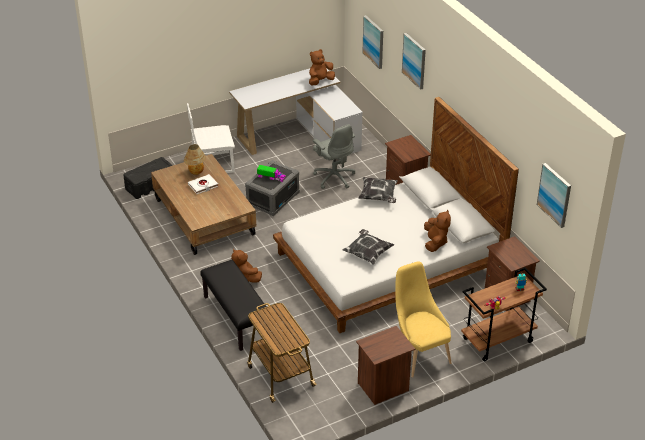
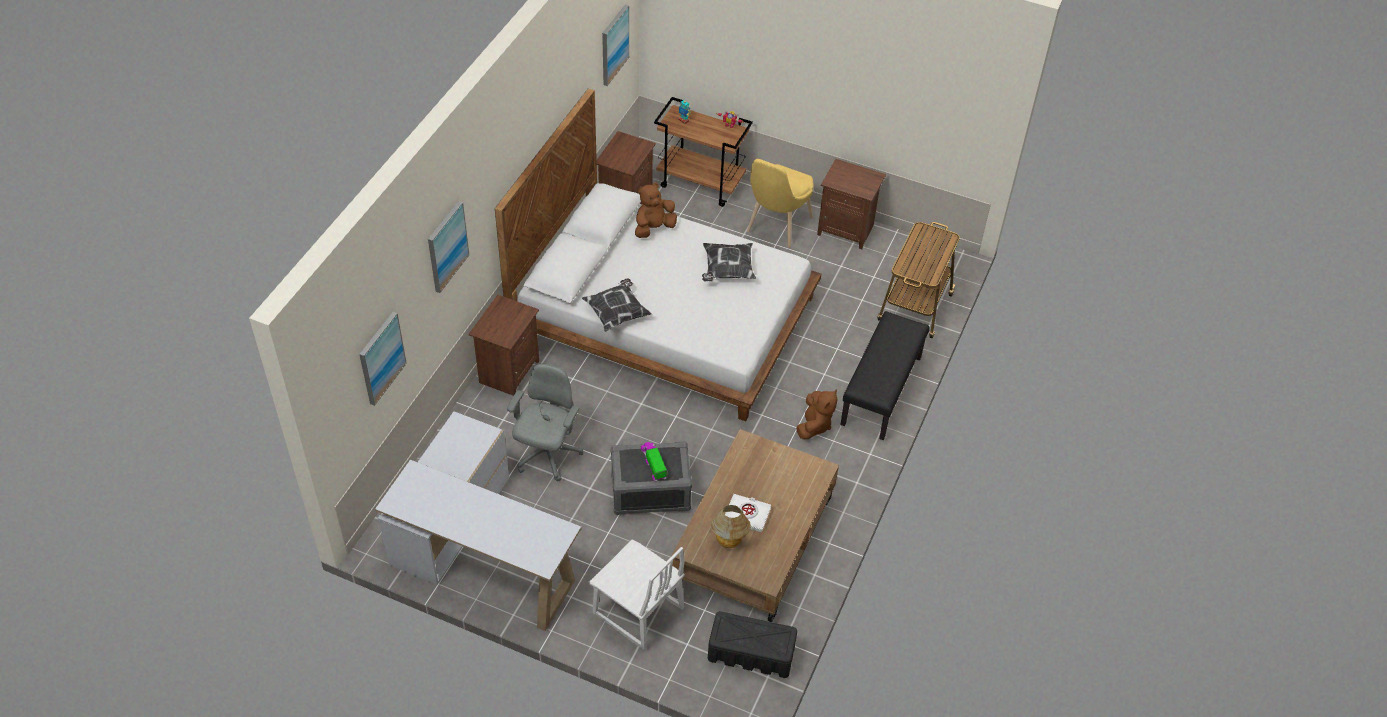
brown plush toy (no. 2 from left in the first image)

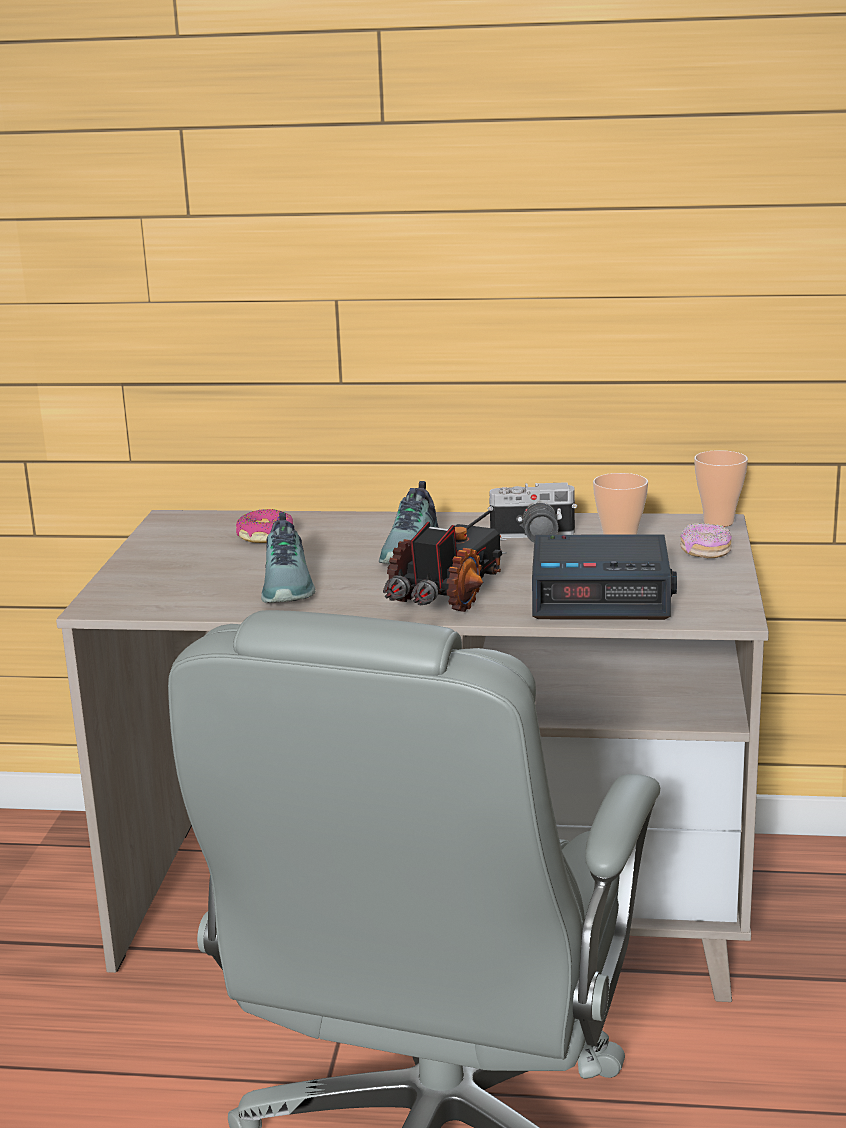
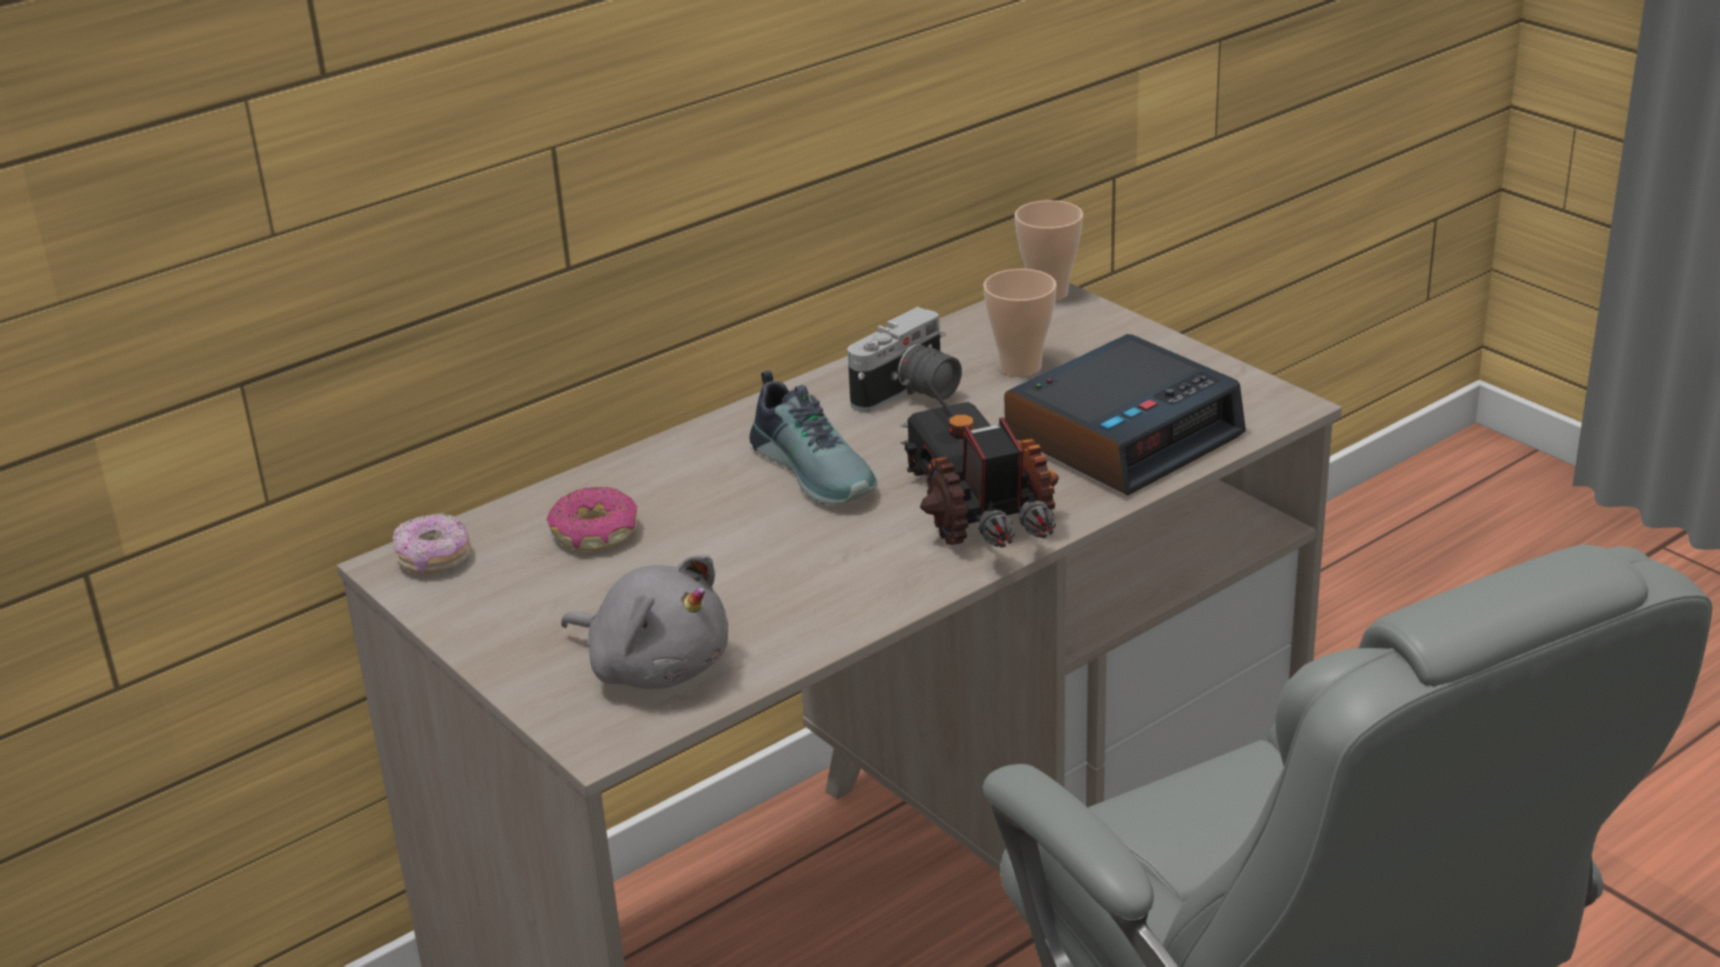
item of footwear (no. 1 from left in the first image); gray plush toy; doughnut (no. 1 from left)

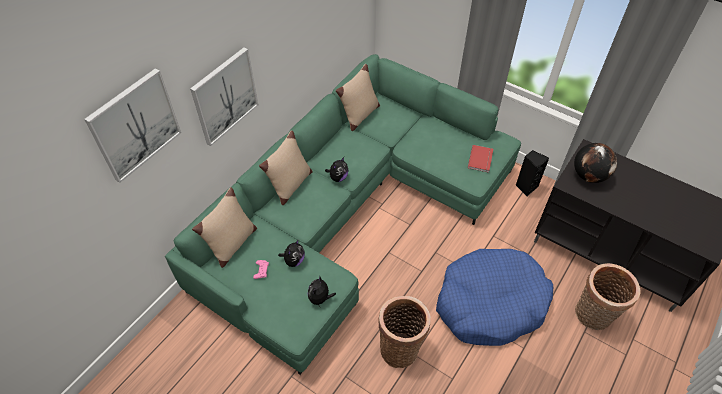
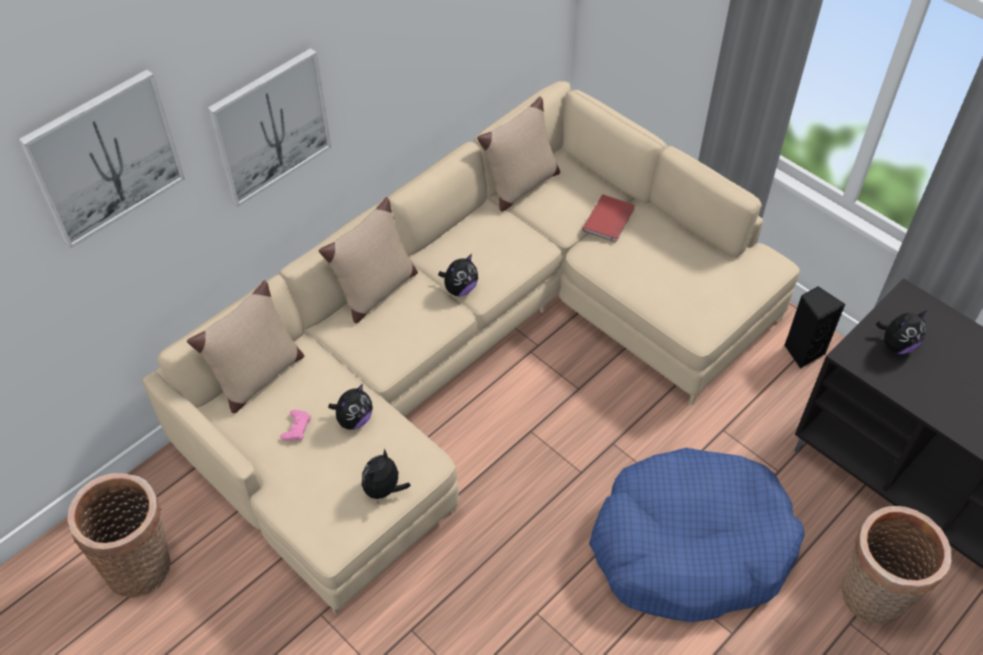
household basket (no. 1 from left); reddish volume; plush toy (no. 4 from left); sand-coloured settee

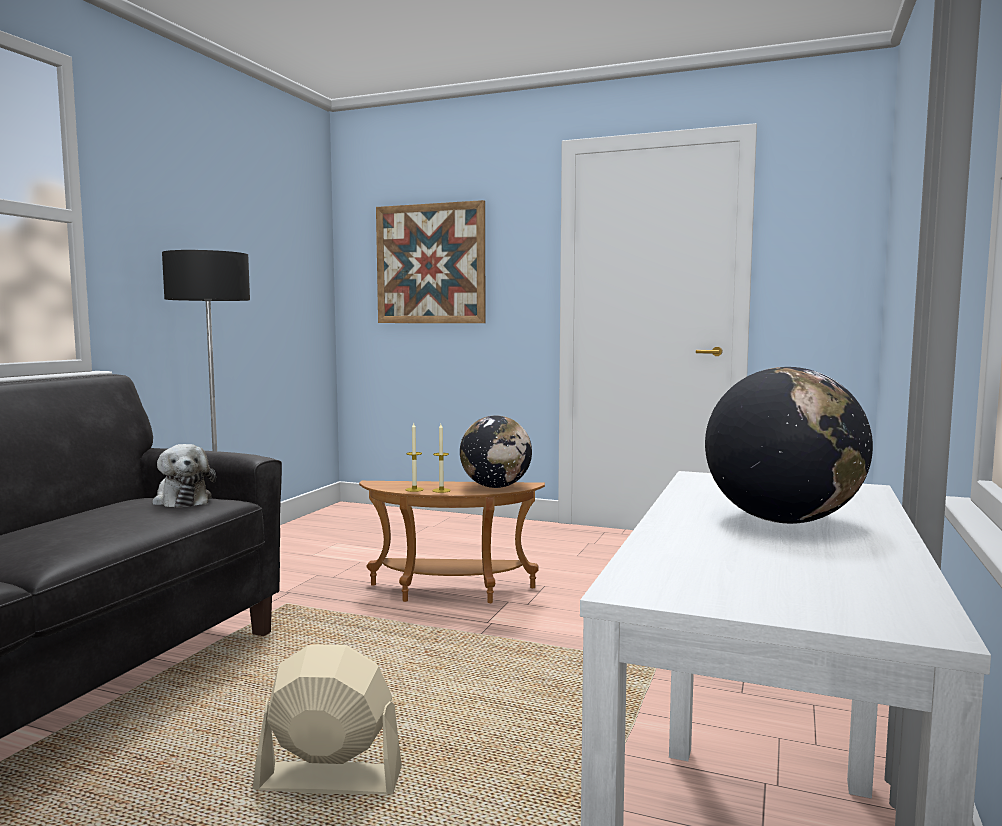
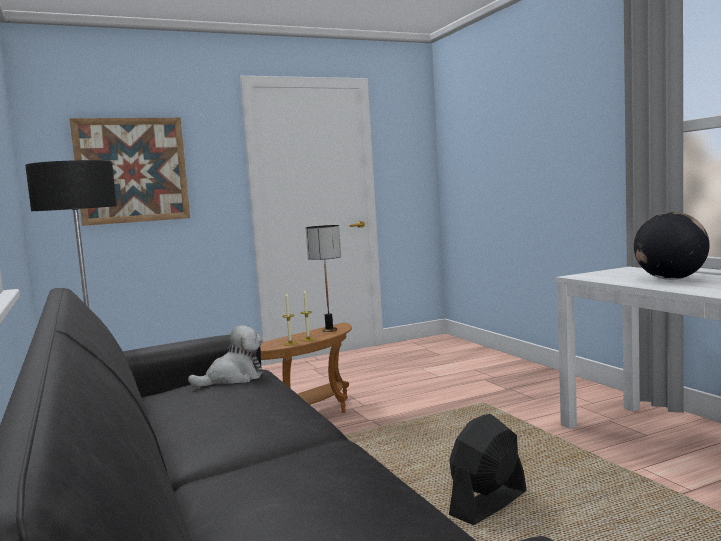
table lamp; black-coloured fan; plush toy

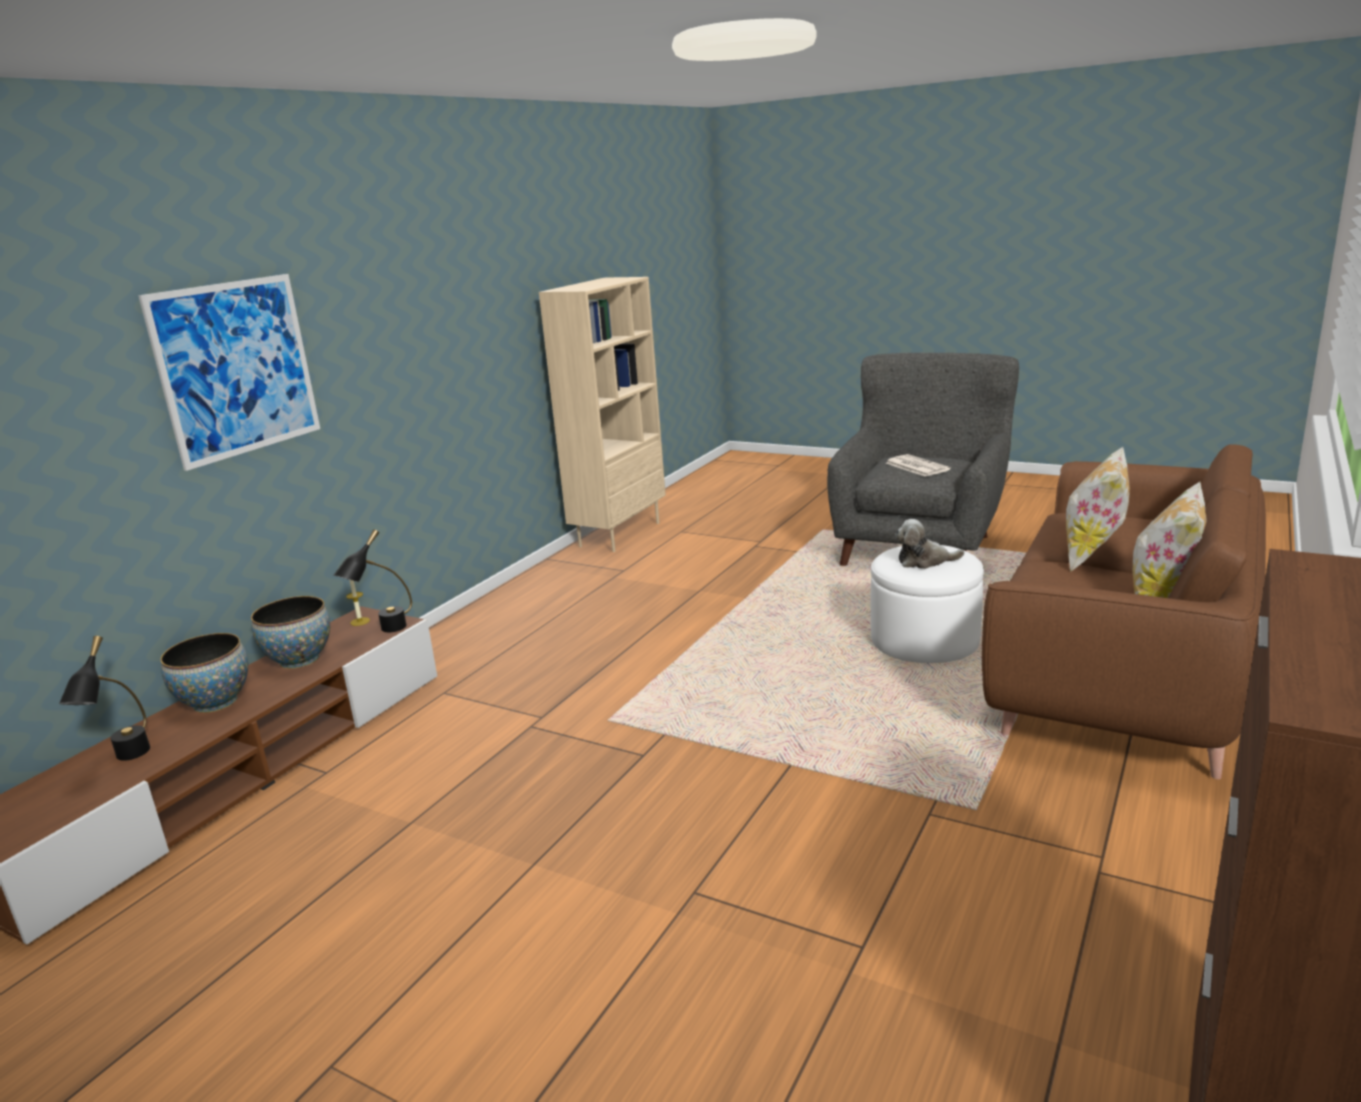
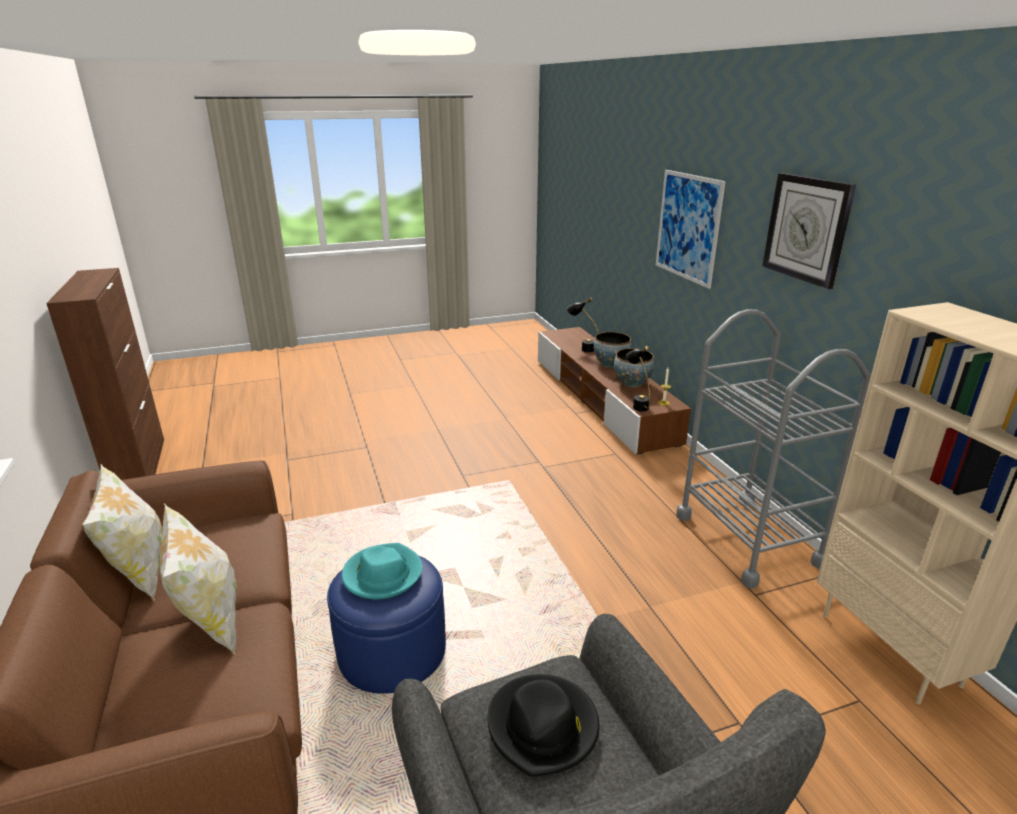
gray cart; hanging clock; black-coloured hat; blue-green hat; blue-coloured pouffe

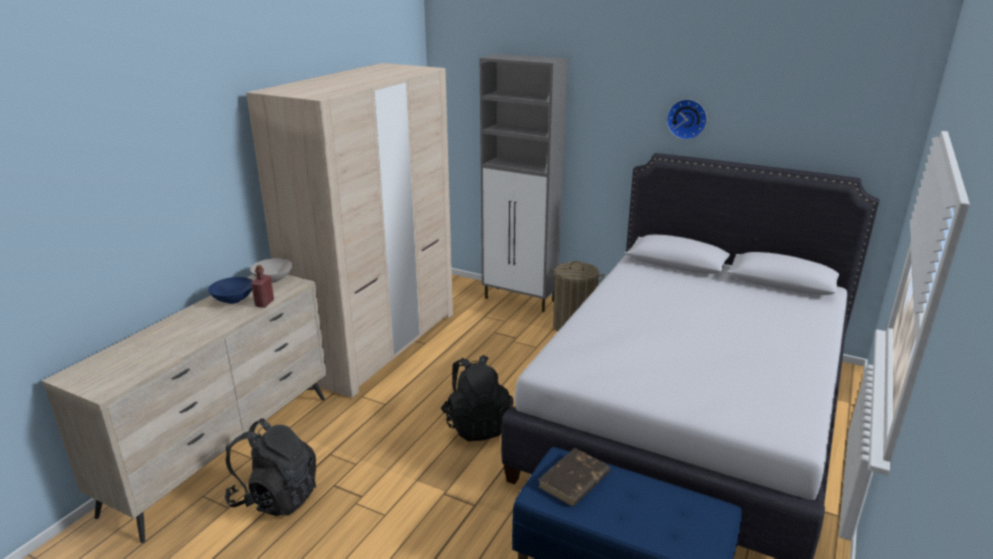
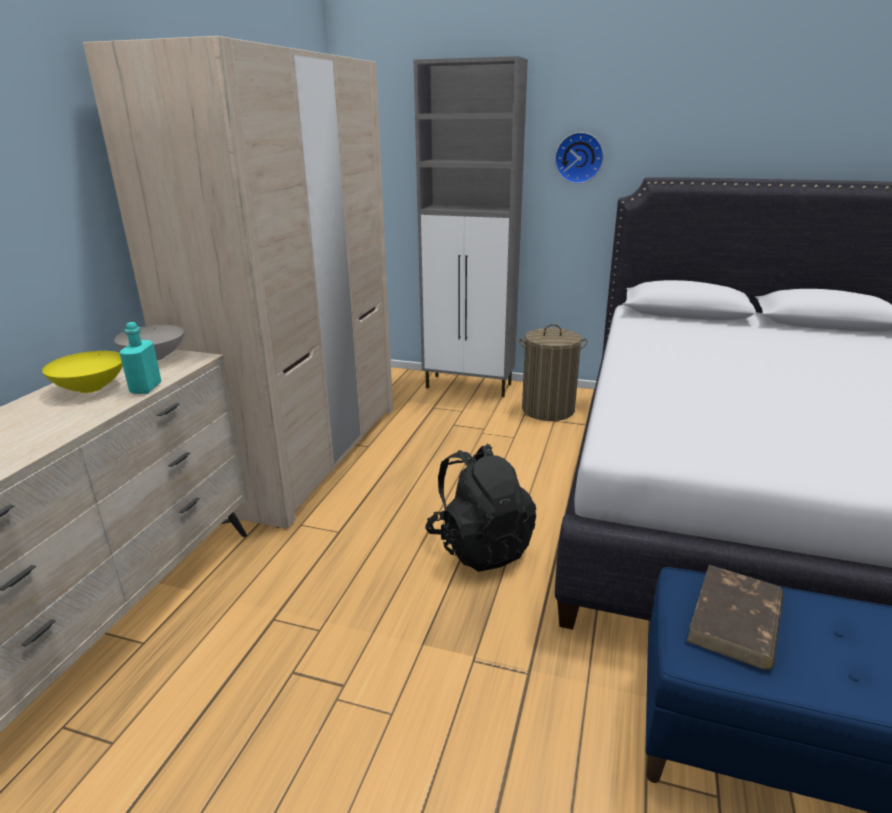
black-coloured backpack (no. 1 from left in the first image); hanging clock; yellowish serving bowl; blue-green beverage bottle

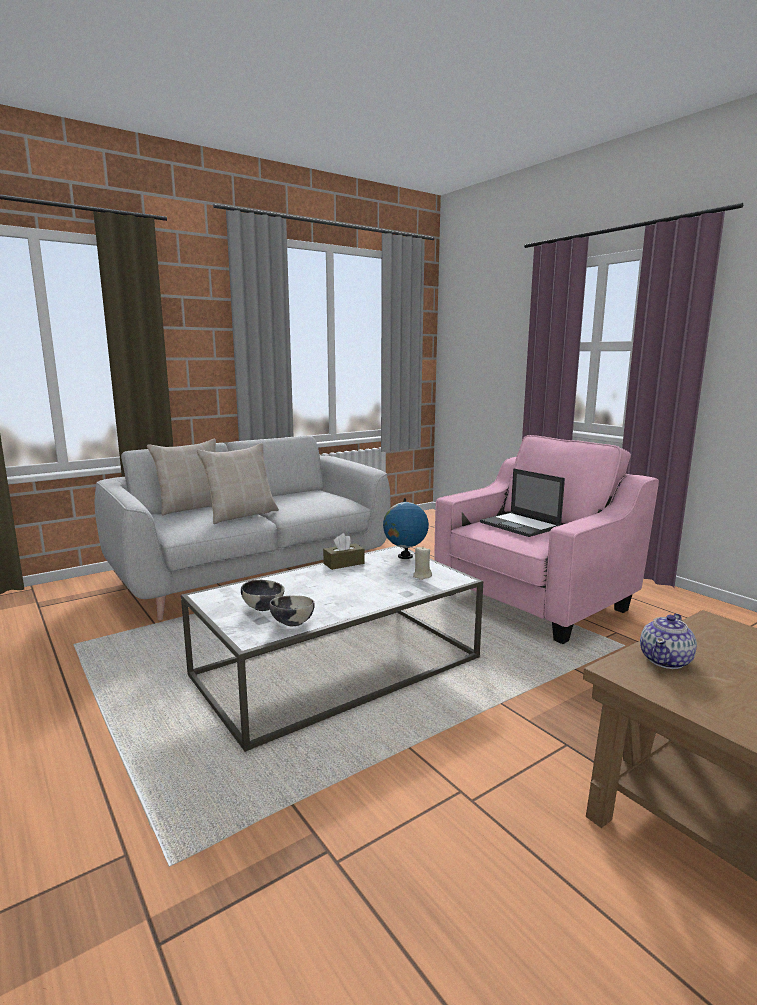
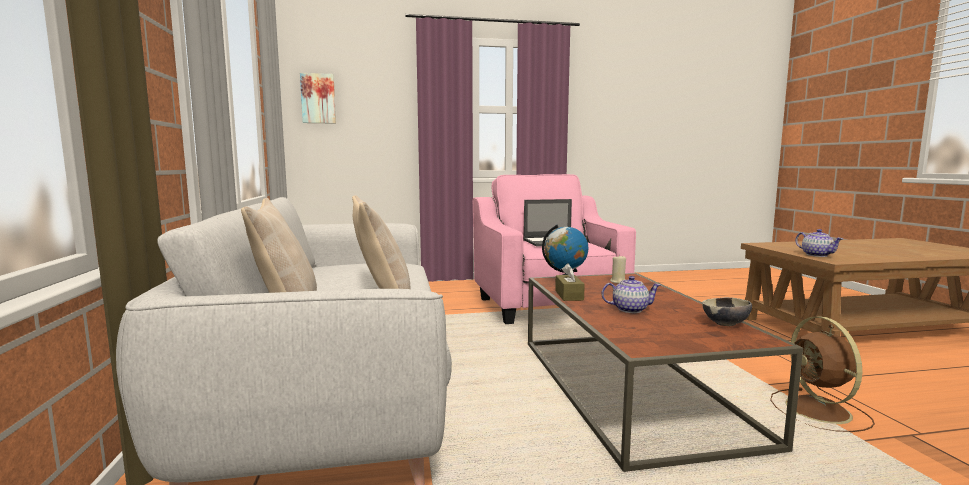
serving bowl (no. 1 from left in the first image); wall picture; tea pot (no. 1 from left); brown fan; brown coffee table (no. 1 from left)

